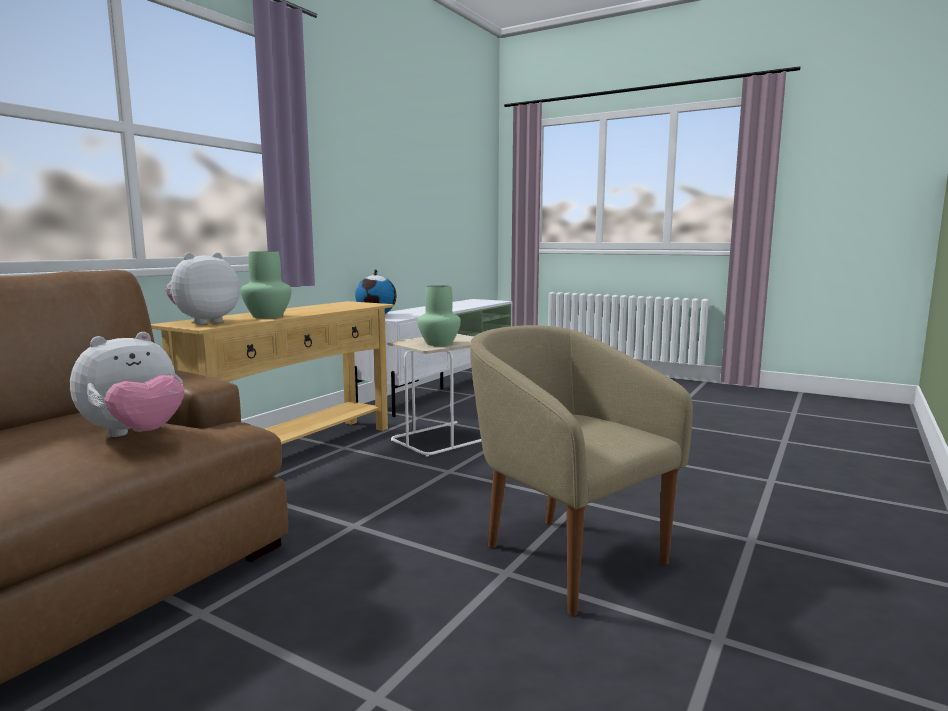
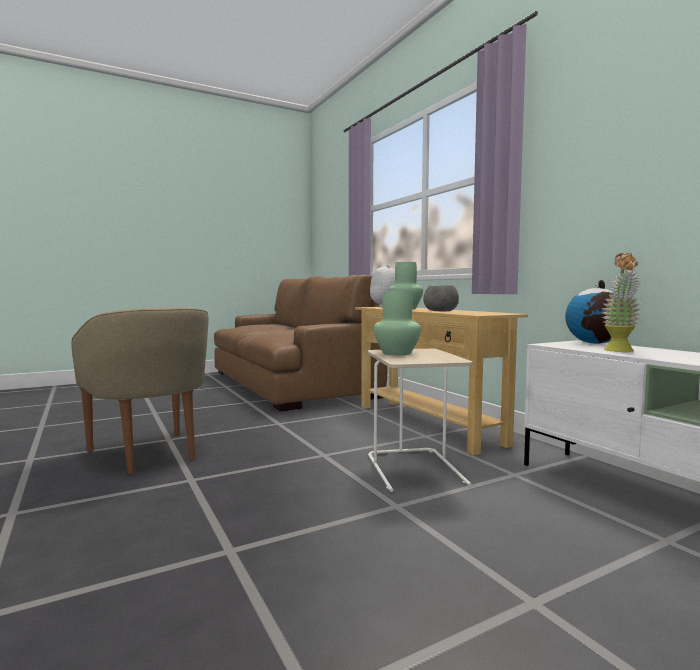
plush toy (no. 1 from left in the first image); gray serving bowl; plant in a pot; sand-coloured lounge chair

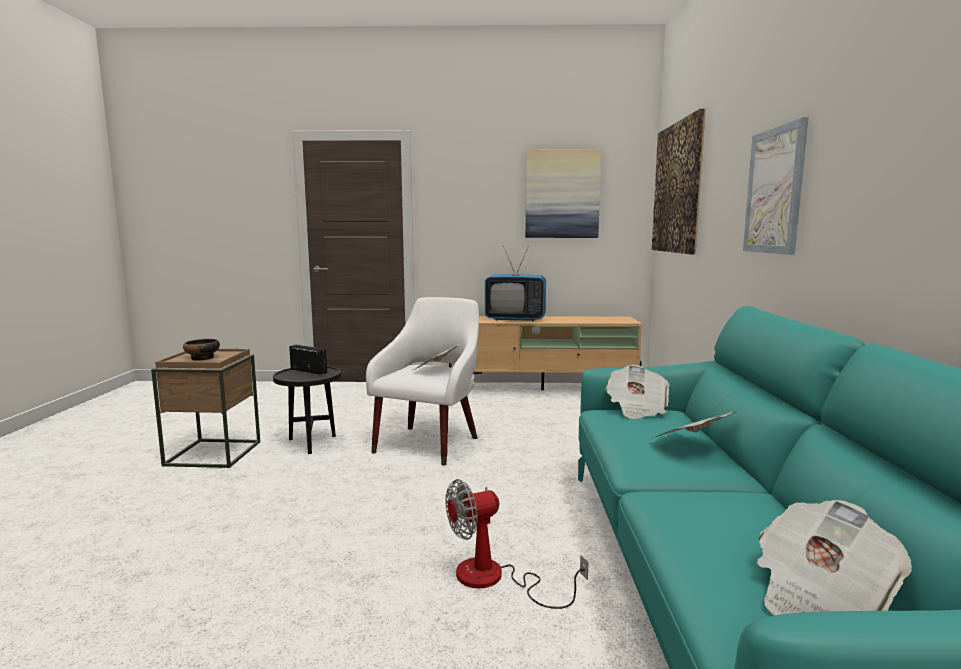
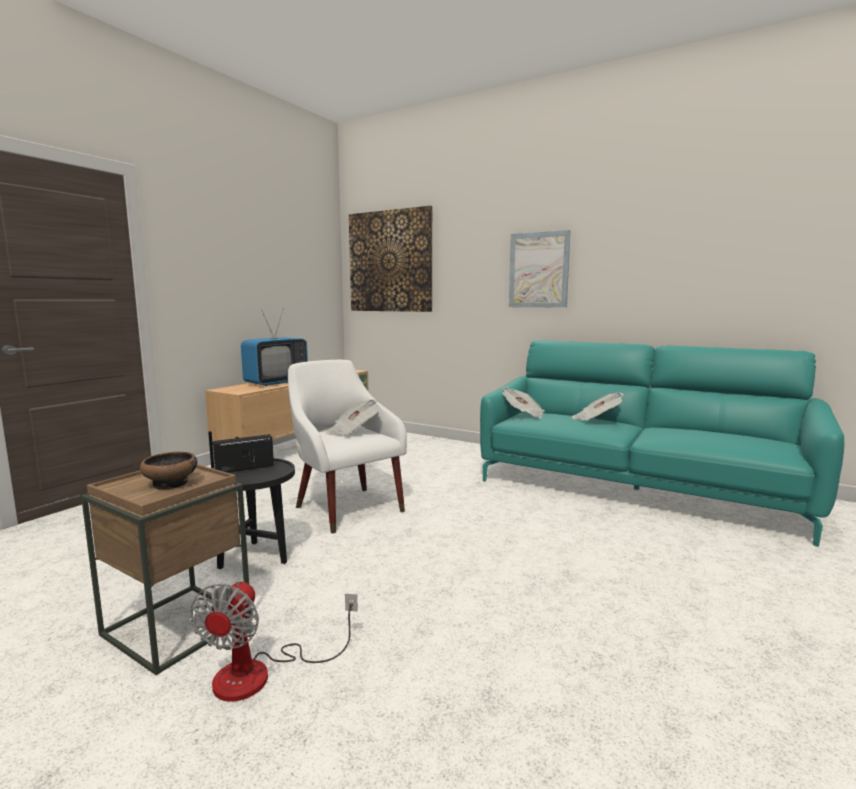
wall picture (no. 1 from left in the first image); printed paper (no. 4 from left in the first image); fan

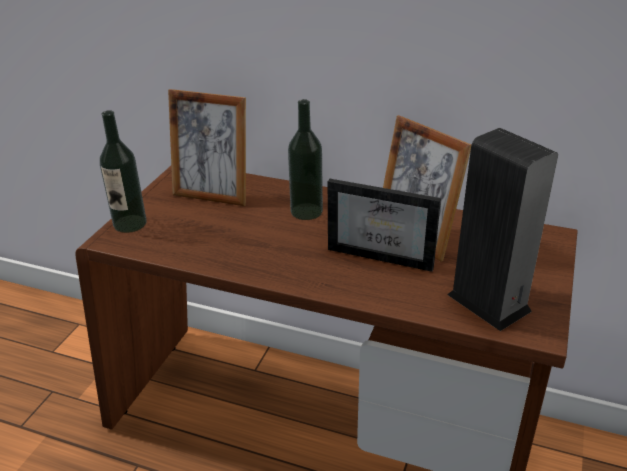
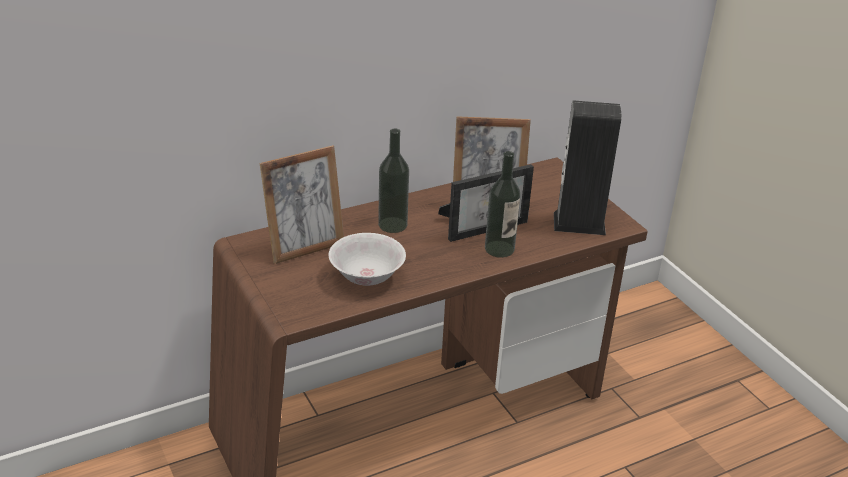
white serving bowl; beverage bottle (no. 2 from left)

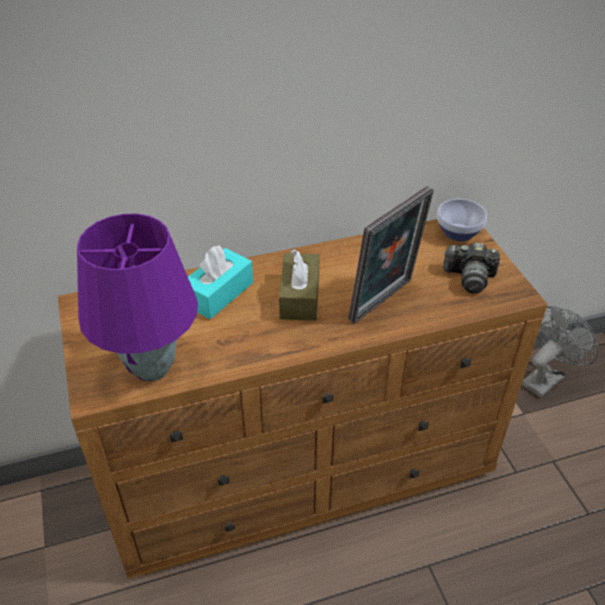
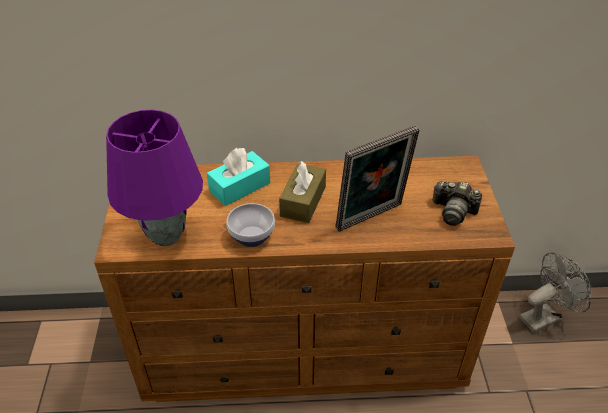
serving bowl

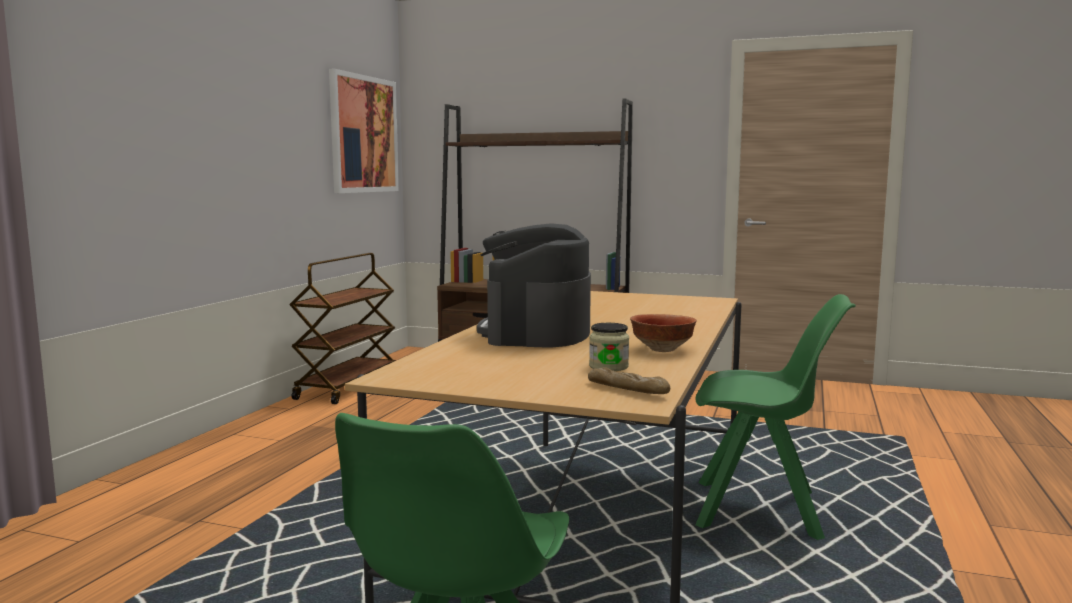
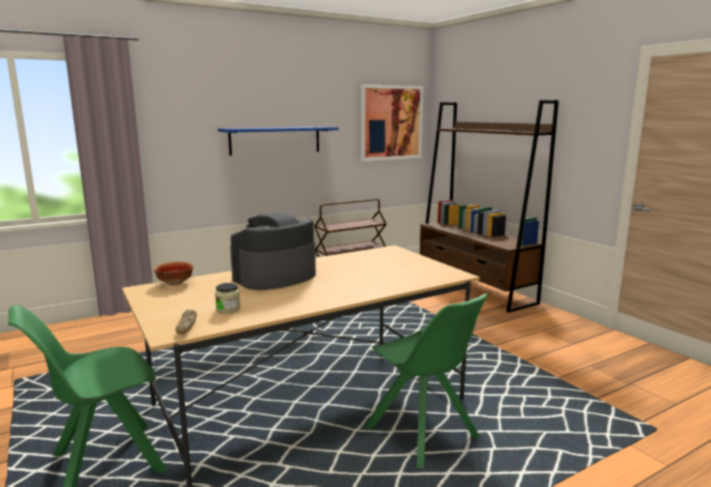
blue-coloured wall shelf; serving bowl

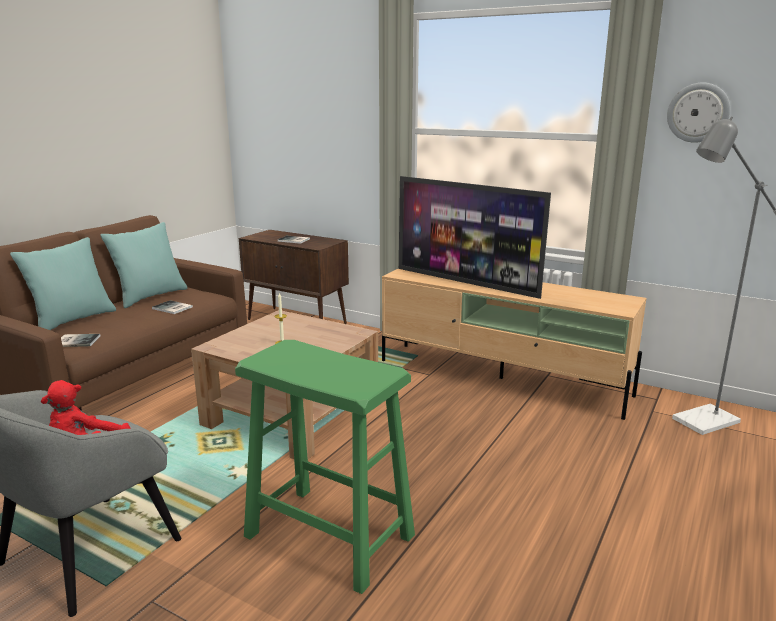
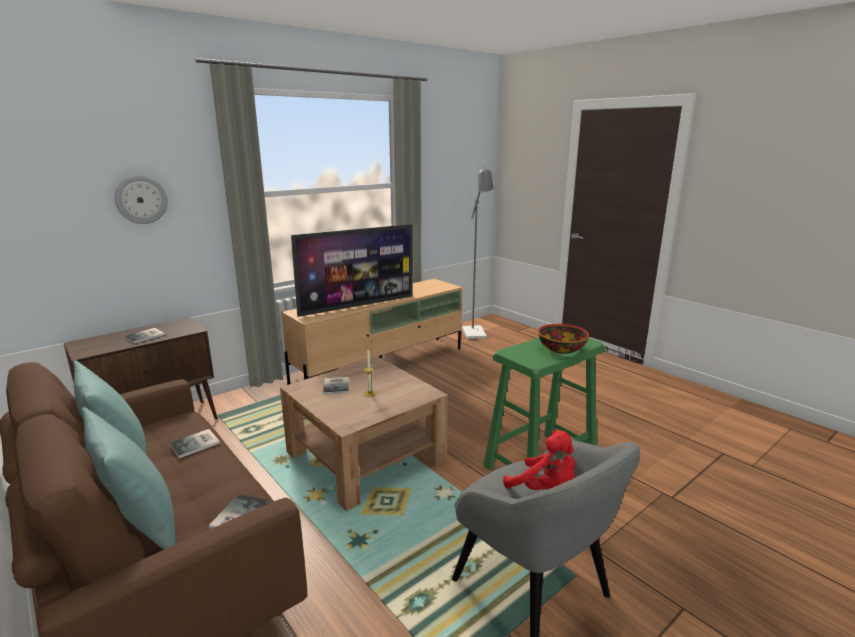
volume (no. 4 from left); serving bowl; hanging clock

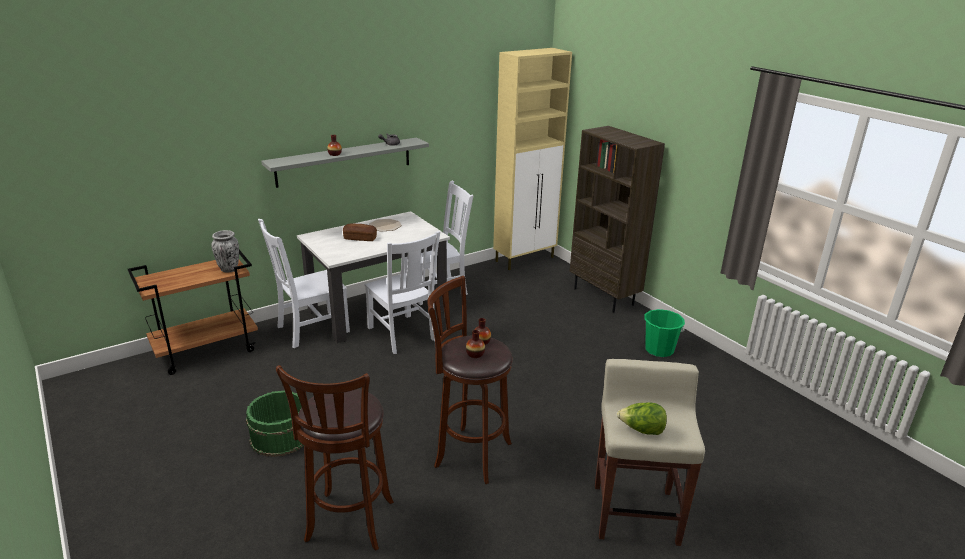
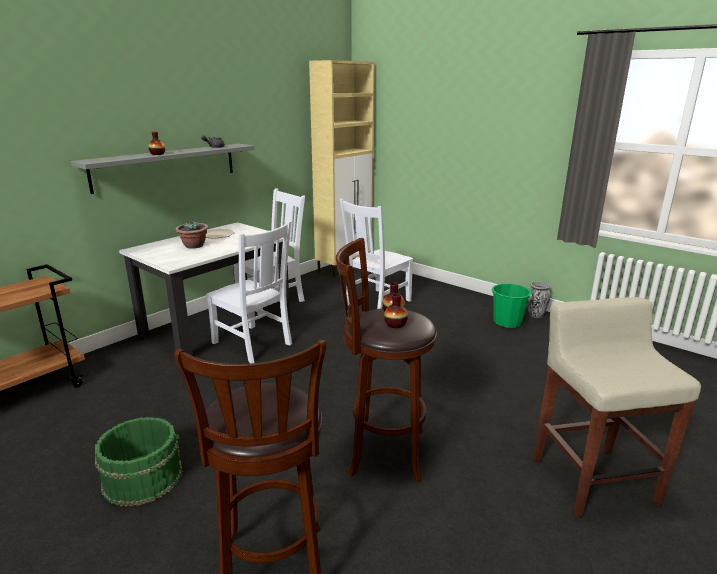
brown shelving unit; head of lettuce; decorative vase (no. 4 from left); white upright chair (no. 3 from left); plant in a pot

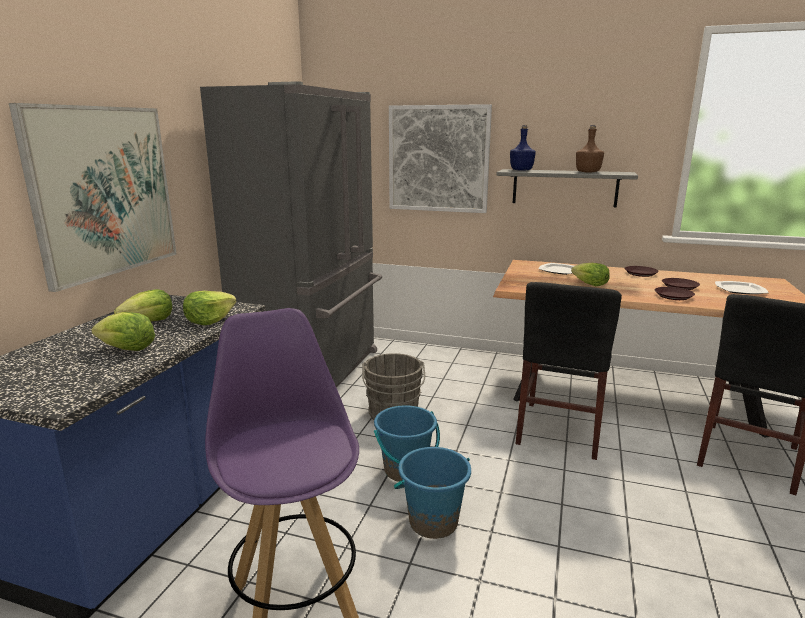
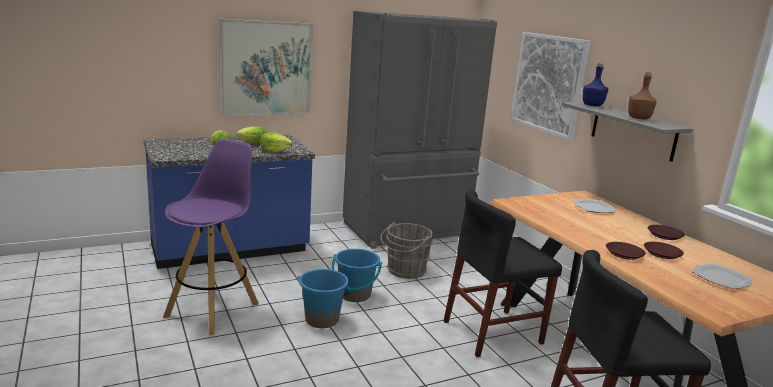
head of lettuce (no. 4 from left in the first image)

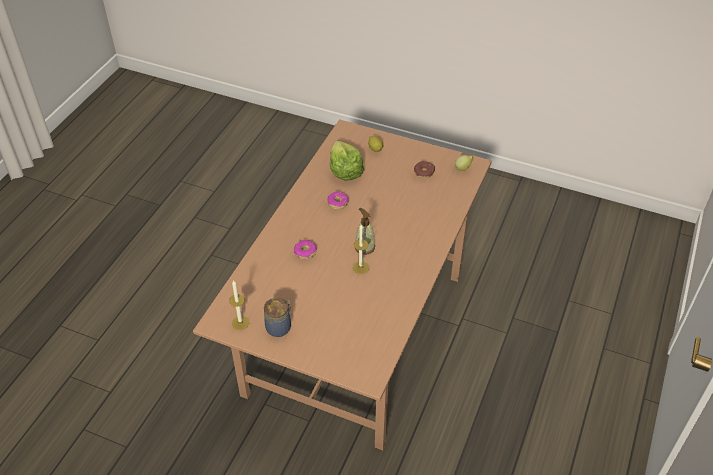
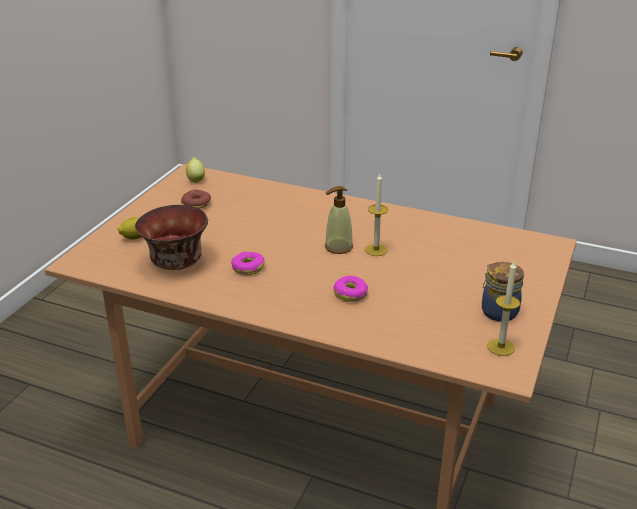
serving bowl

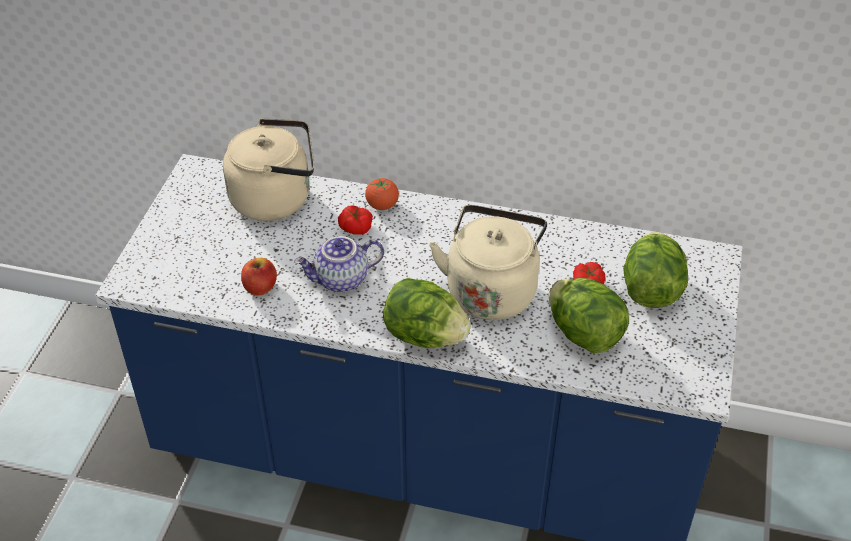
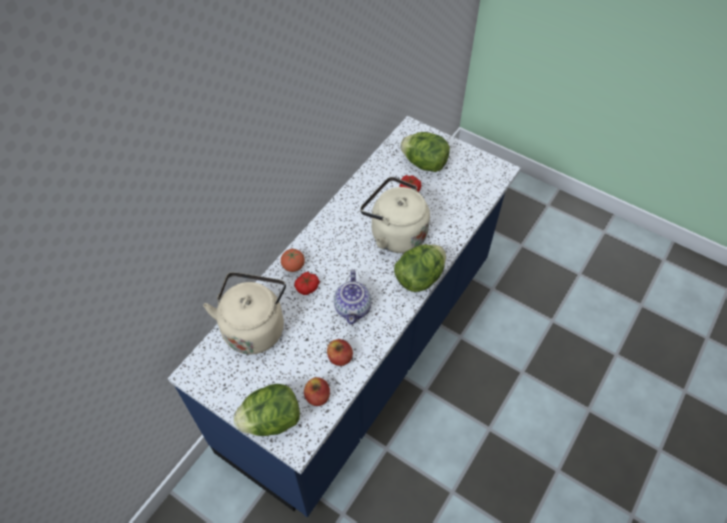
whole apple (no. 1 from left); head of lettuce (no. 1 from left)

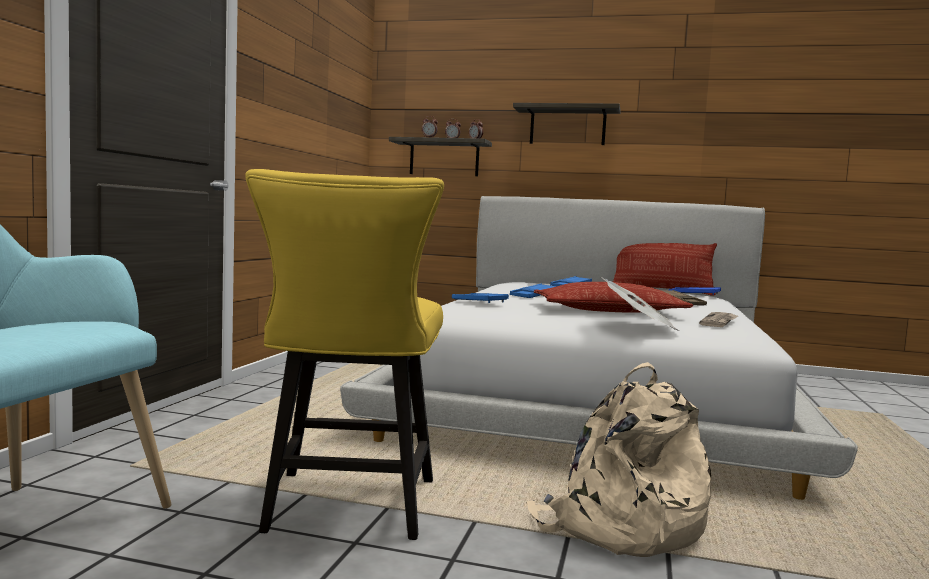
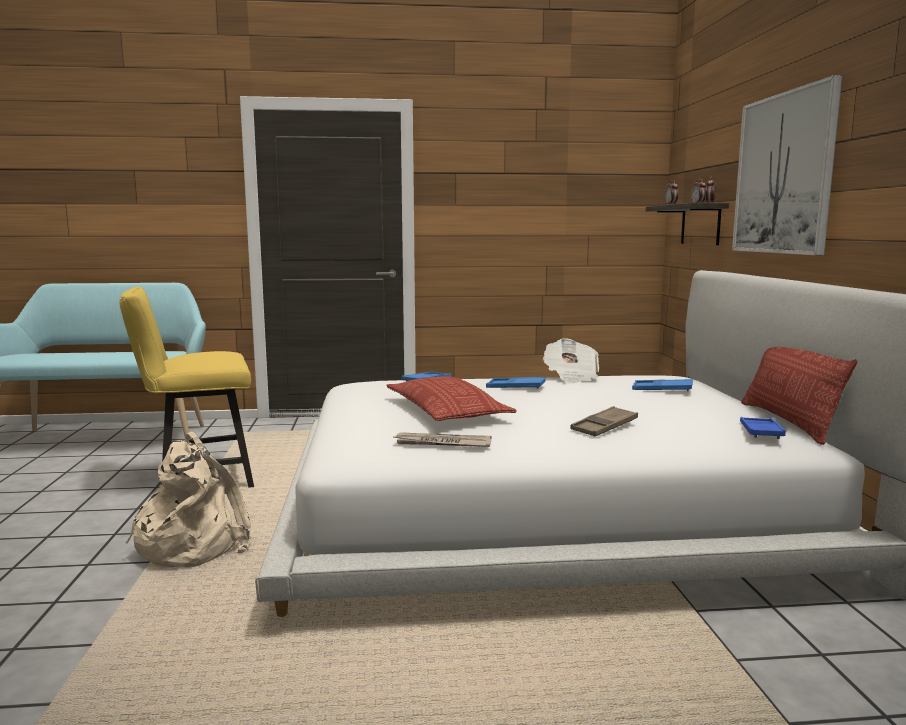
printed paper (no. 2 from left); wall picture

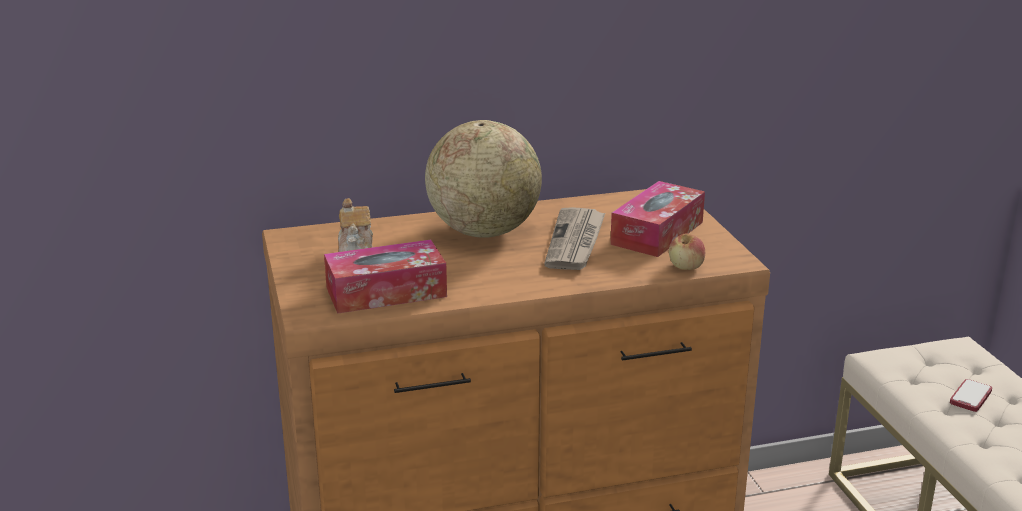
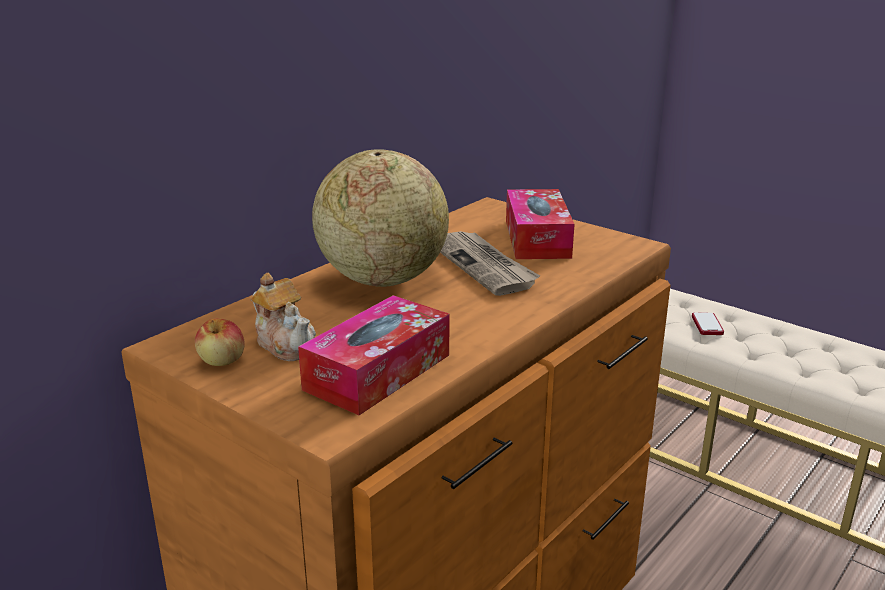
whole apple

